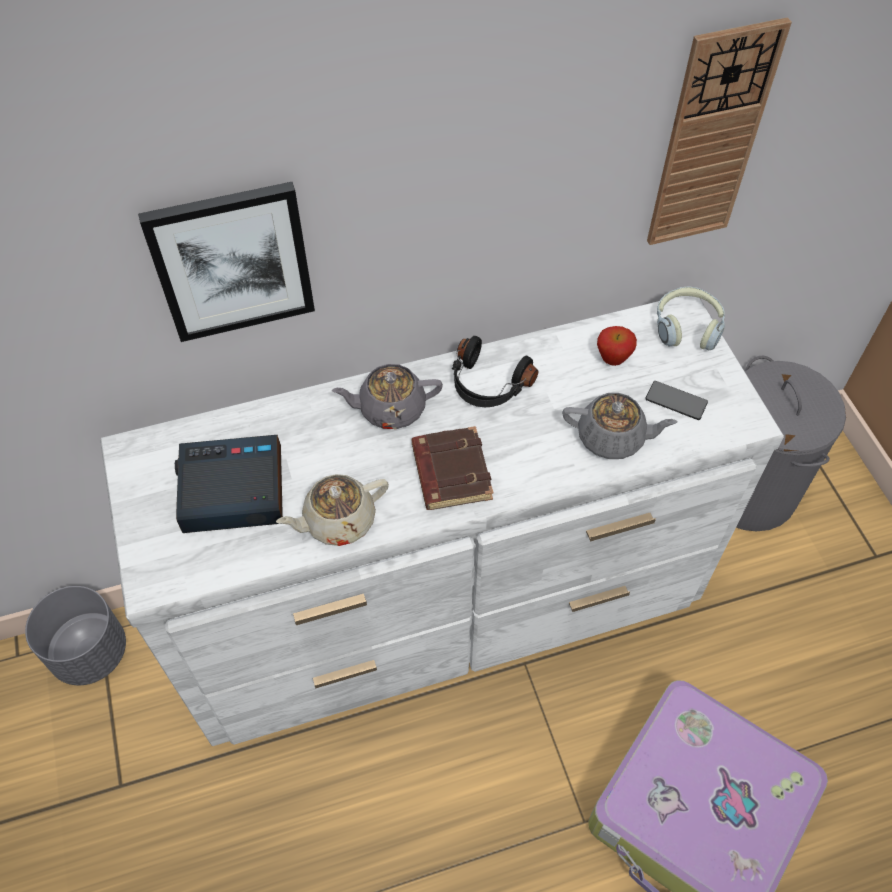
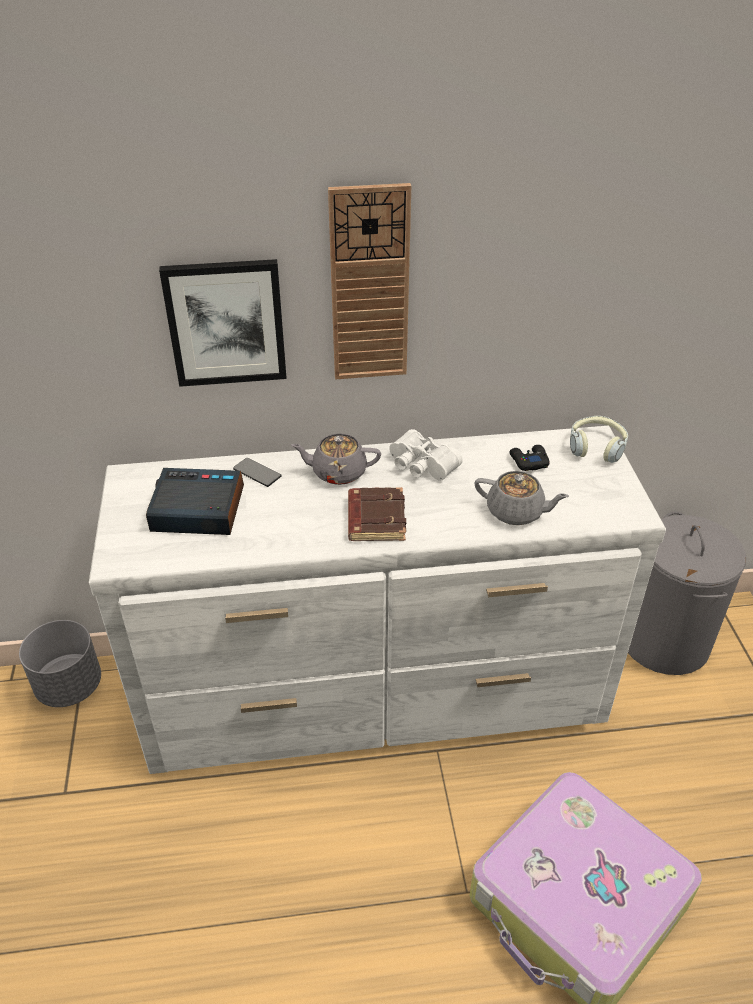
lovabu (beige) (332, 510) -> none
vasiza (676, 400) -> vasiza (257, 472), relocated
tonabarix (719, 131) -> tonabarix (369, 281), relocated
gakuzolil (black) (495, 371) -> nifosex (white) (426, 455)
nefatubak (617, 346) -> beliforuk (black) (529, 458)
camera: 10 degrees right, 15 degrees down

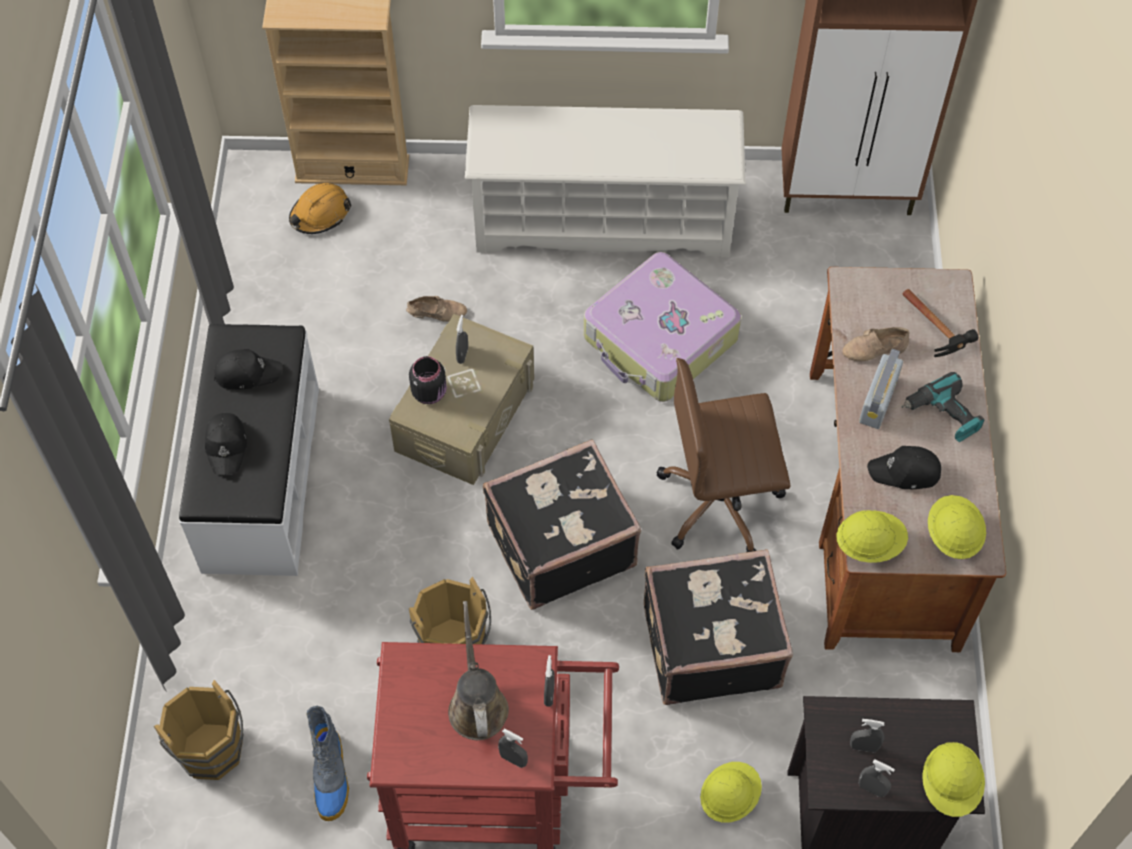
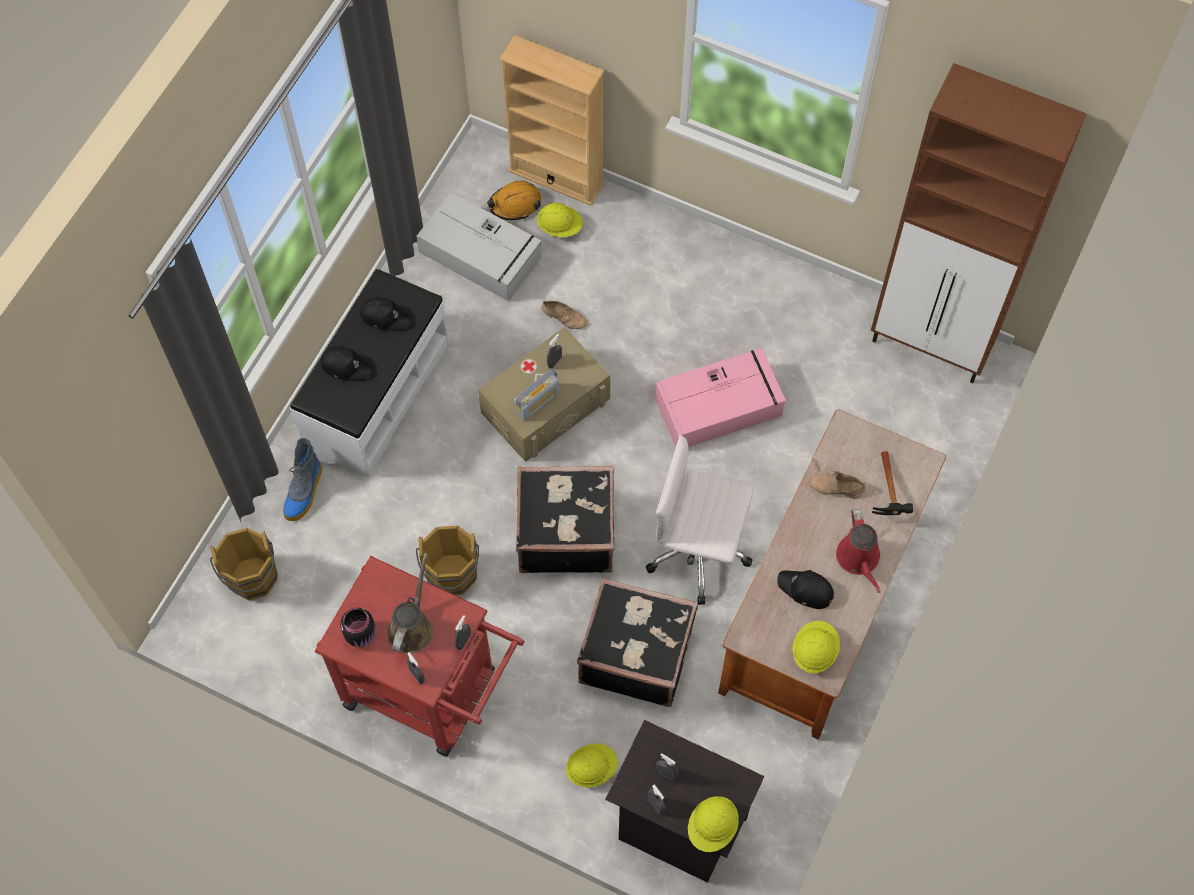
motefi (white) (605, 181) -> none
none -> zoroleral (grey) (479, 247)
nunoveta (327, 763) -> nunoveta (302, 479), relocated
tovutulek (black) (428, 380) -> tovutulek (black) (358, 627), relocated
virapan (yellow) (872, 536) -> virapan (yellow) (560, 220), relocated
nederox (881, 389) -> nederox (537, 394), relocated
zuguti (662, 327) -> zoroleral (pink) (720, 397)
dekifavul (943, 407) -> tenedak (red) (858, 551)
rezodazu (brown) (724, 455) -> rezodazu (white) (700, 520)
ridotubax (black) (226, 444) -> ridotubax (black) (346, 363), 90 degrees counterclockwise
camera: 25 degrees right, 5 degrees up

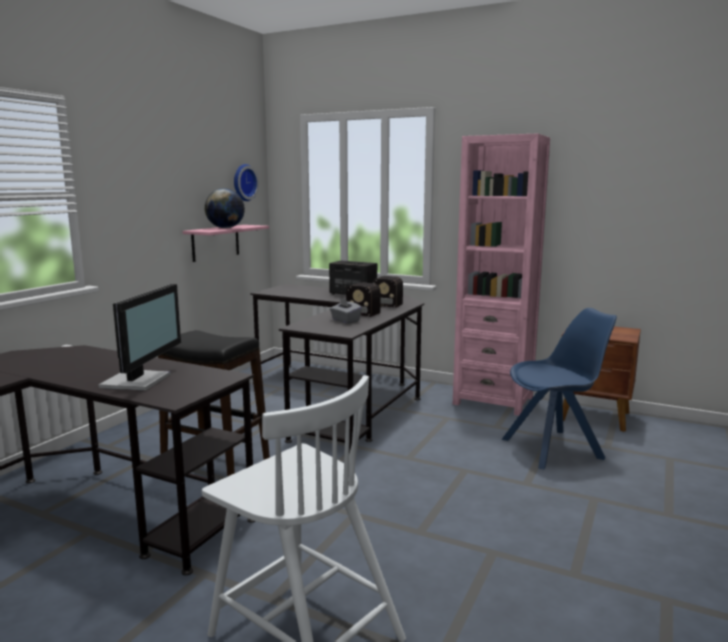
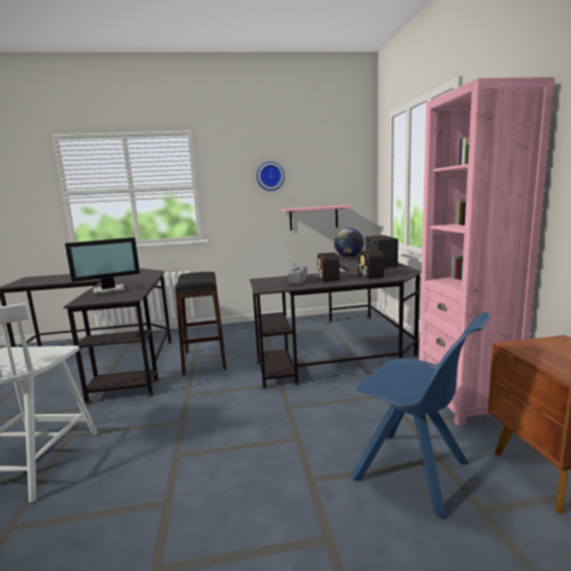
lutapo (225, 208) -> lutapo (349, 243), relocated
tonabarix (246, 182) -> tonabarix (271, 176), relocated
camera: 55 degrees right, 0 degrees up

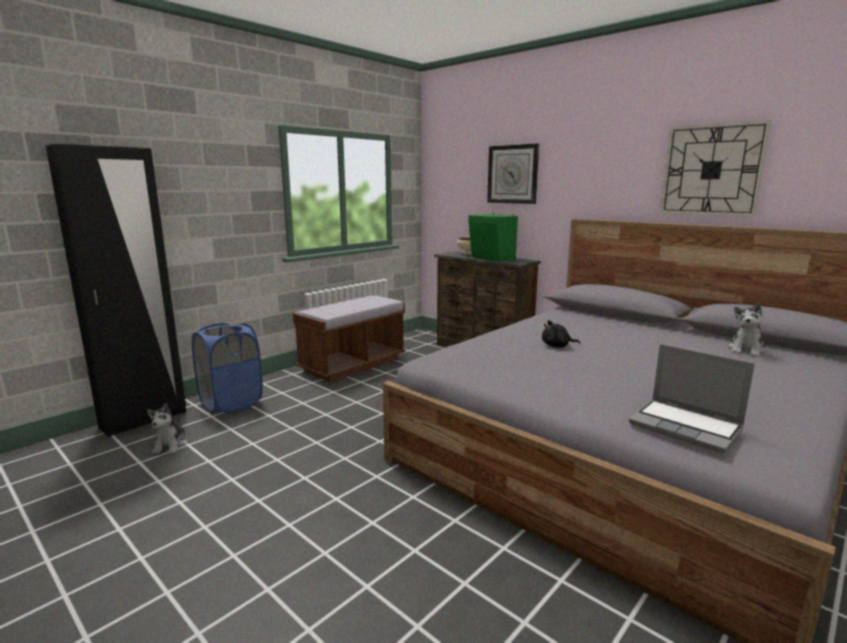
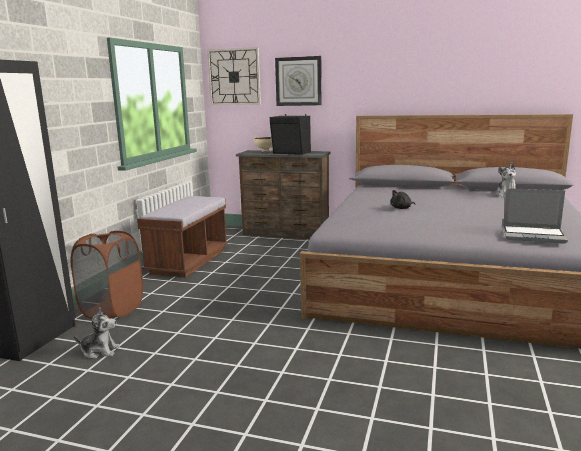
tonabarix (715, 168) -> tonabarix (234, 76), relocated
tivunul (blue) (227, 368) -> tivunul (brown) (107, 275)
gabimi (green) (493, 238) -> gabimi (black) (290, 134)
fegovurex (167, 428) -> fegovurex (97, 333), 60 degrees counterclockwise
camera: 25 degrees left, 0 degrees up

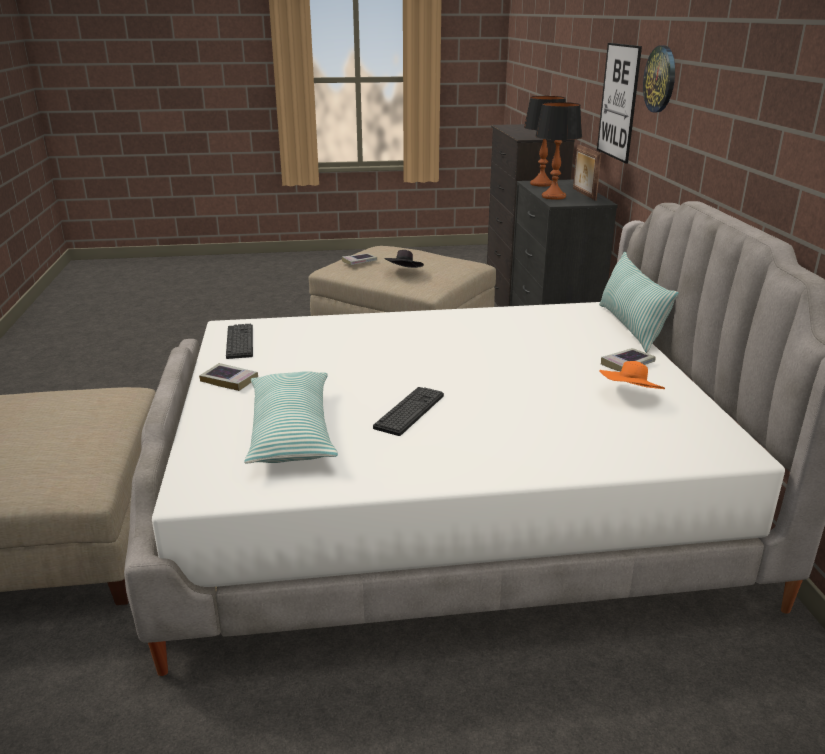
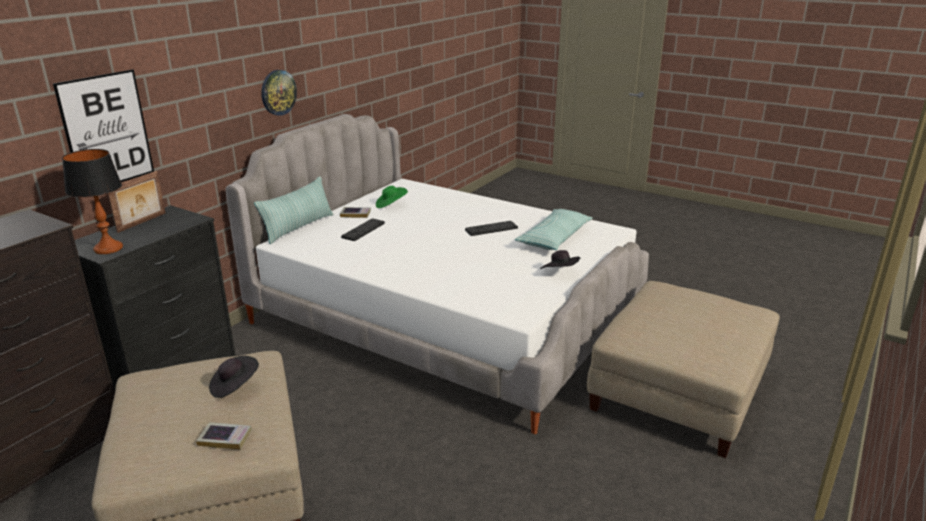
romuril (558, 151) -> none
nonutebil (239, 341) -> nonutebil (363, 229), relocated
tonabarix (659, 79) -> tonabarix (279, 93), relocated
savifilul (228, 377) -> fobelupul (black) (560, 259)
fobelupul (orange) (632, 375) -> fobelupul (green) (392, 197)
camera: 140 degrees left, 0 degrees up

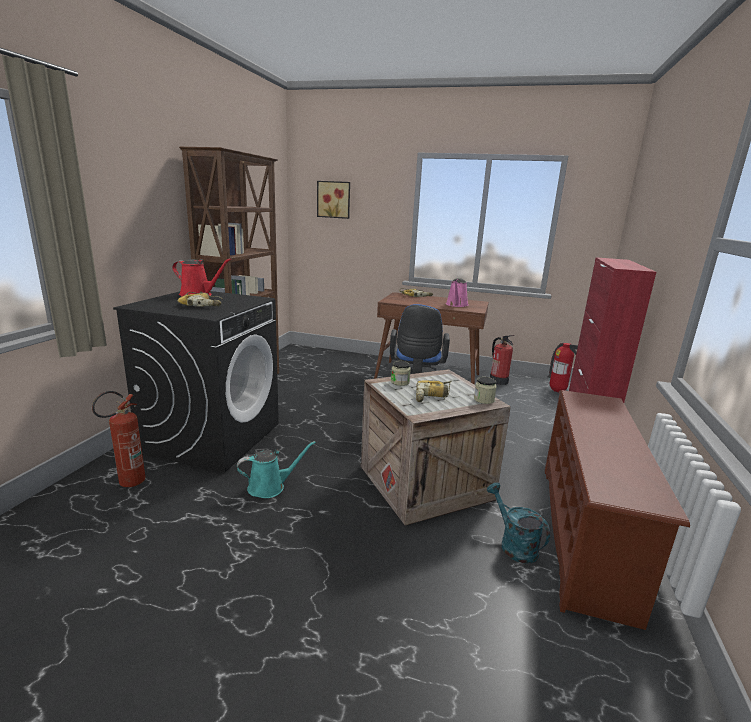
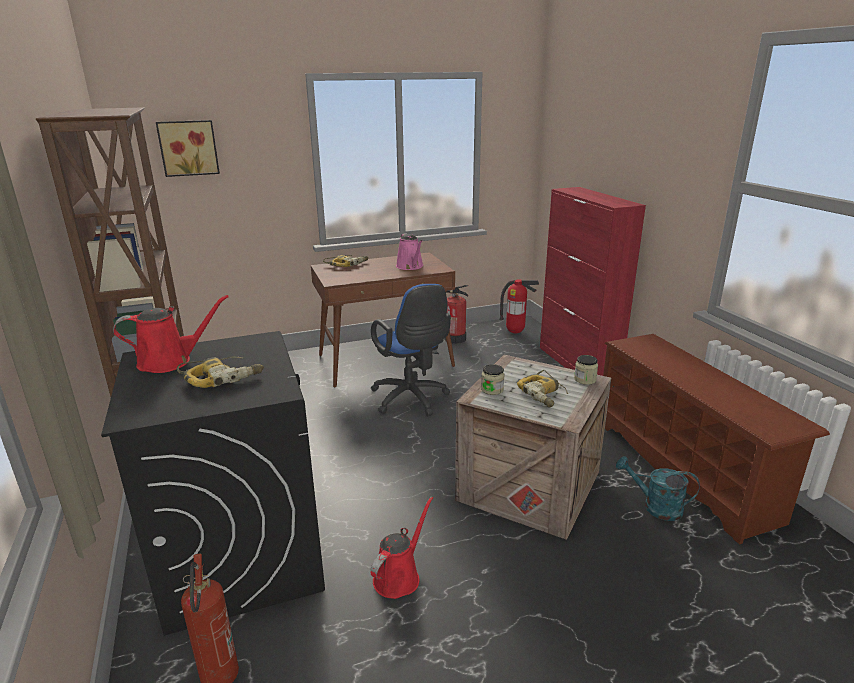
tenedak (turquoise) (276, 469) -> tenedak (red) (401, 547)
camera: 35 degrees left, 5 degrees up

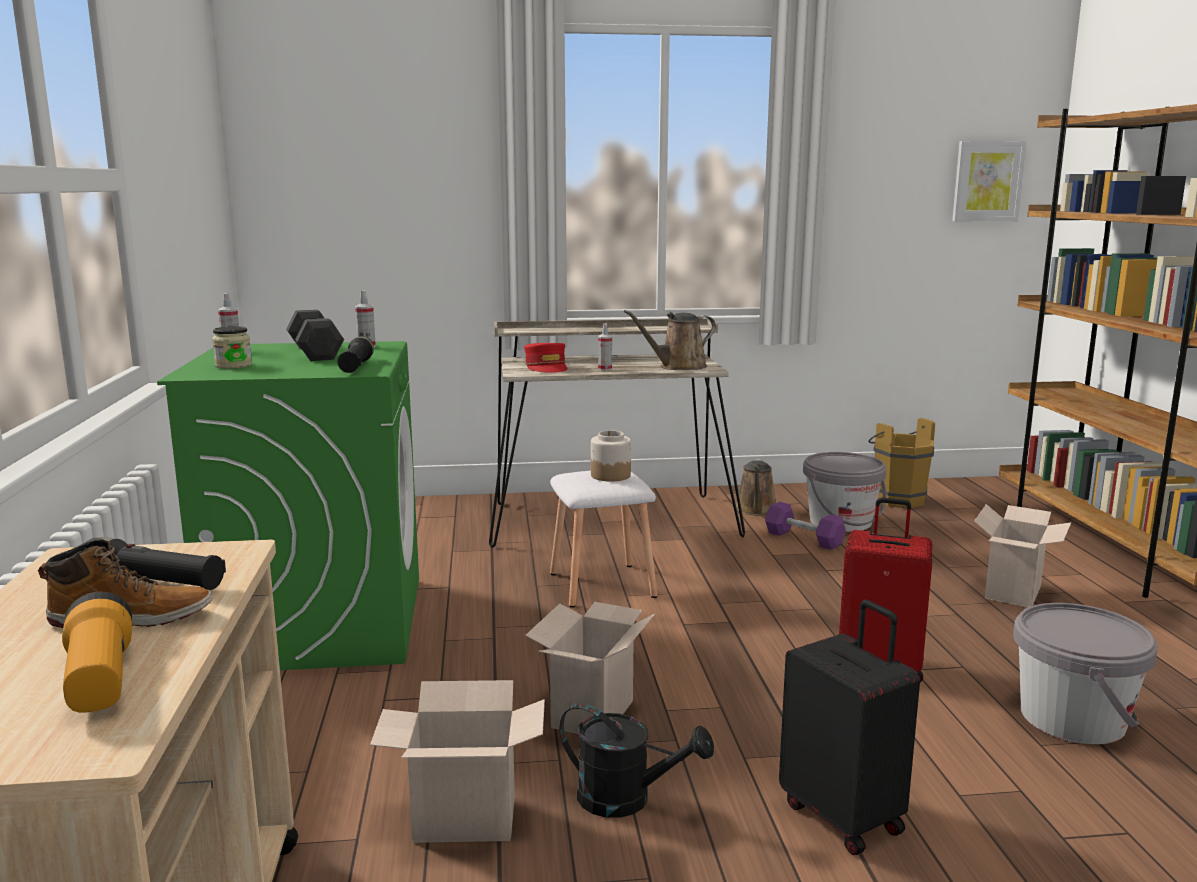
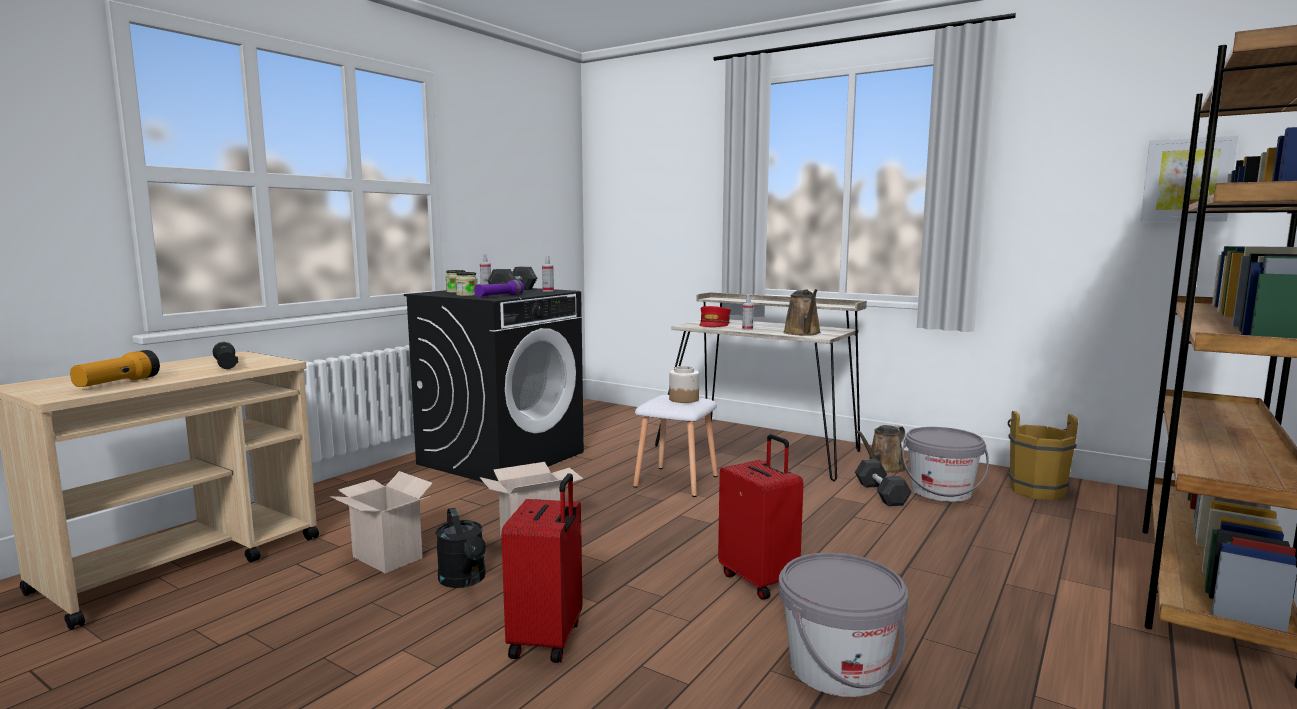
nunoveta (125, 583) -> none
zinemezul (1022, 555) -> none
none -> tovutulek (467, 284)
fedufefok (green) (288, 505) -> fedufefok (black) (494, 385)
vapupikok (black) (356, 354) -> vapupikok (purple) (499, 288)
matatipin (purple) (805, 526) -> matatipin (grey) (883, 482)
zuguti (black) (849, 727) -> zuguti (red) (541, 568)
tenedak (brown) (670, 340) -> tenedak (brown) (802, 312), 105 degrees counterclockwise
camera: 40 degrees right, 5 degrees down

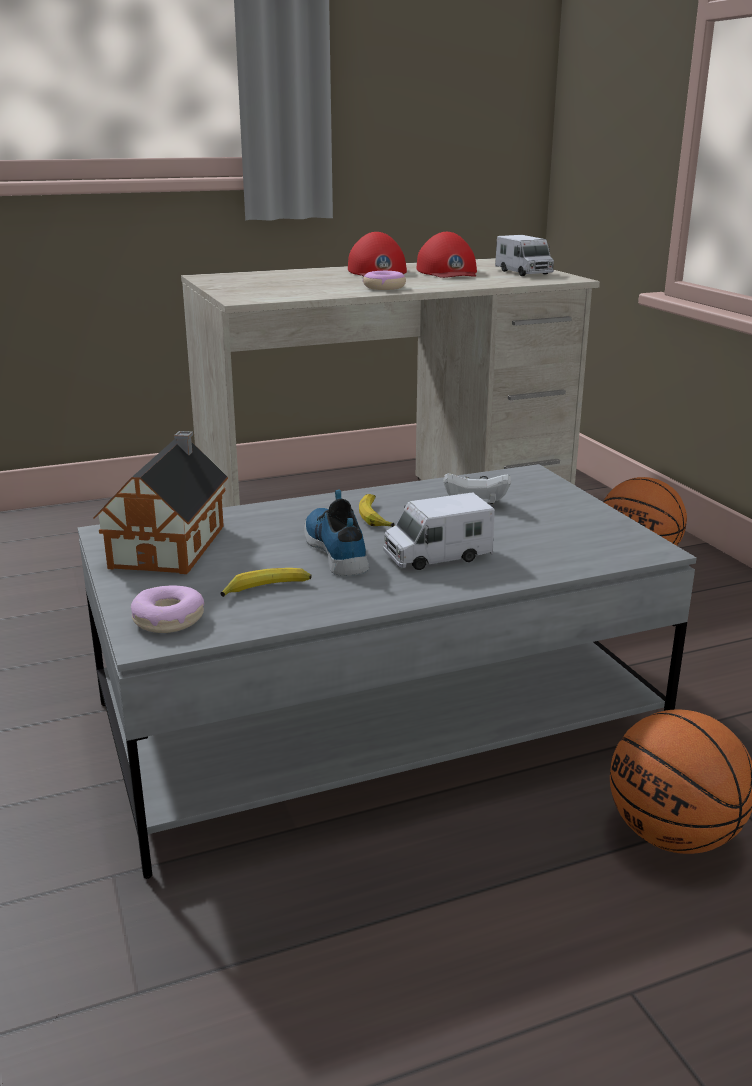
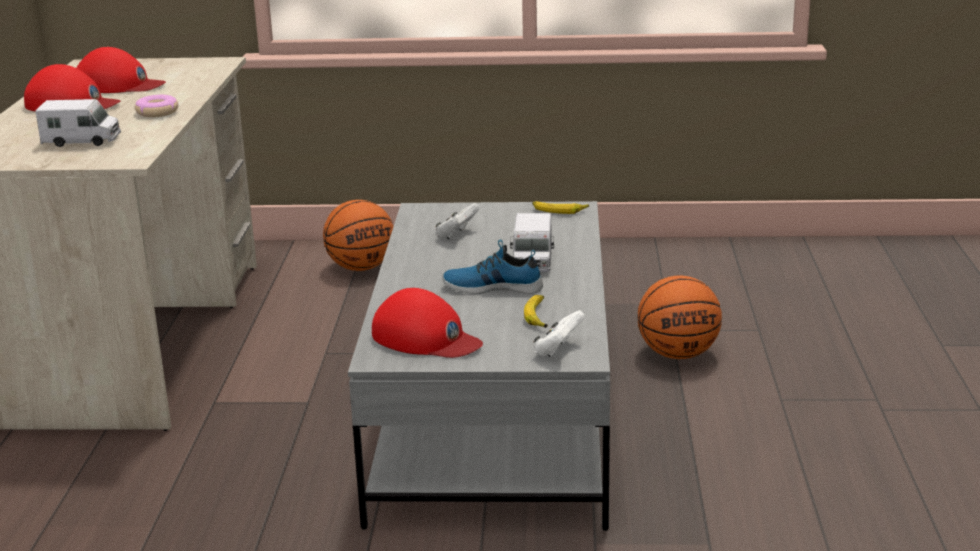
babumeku (377, 510) -> babumeku (560, 207), relocated
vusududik (524, 255) -> vusududik (78, 123), relocated
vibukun (160, 502) -> ridotubax (red) (427, 323)
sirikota (167, 609) -> beliforuk (white) (559, 333)
camera: 65 degrees left, 0 degrees up

